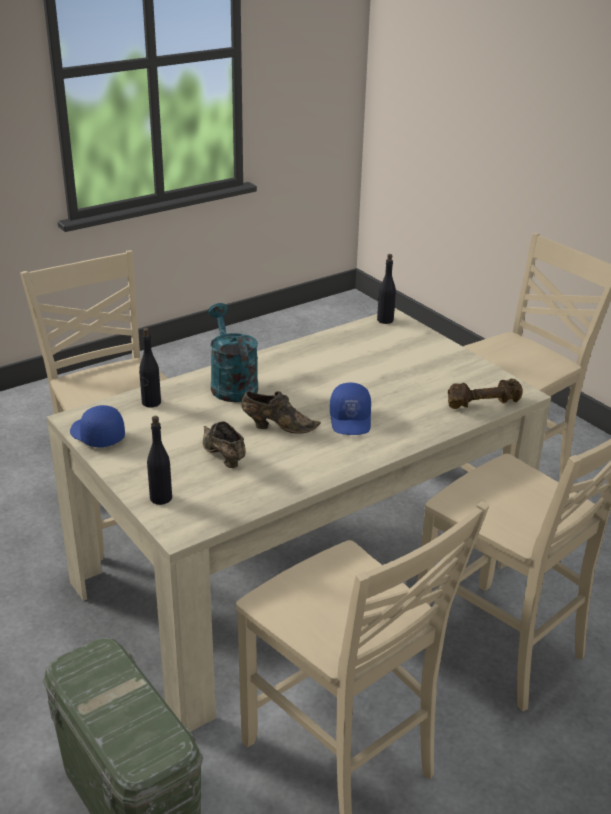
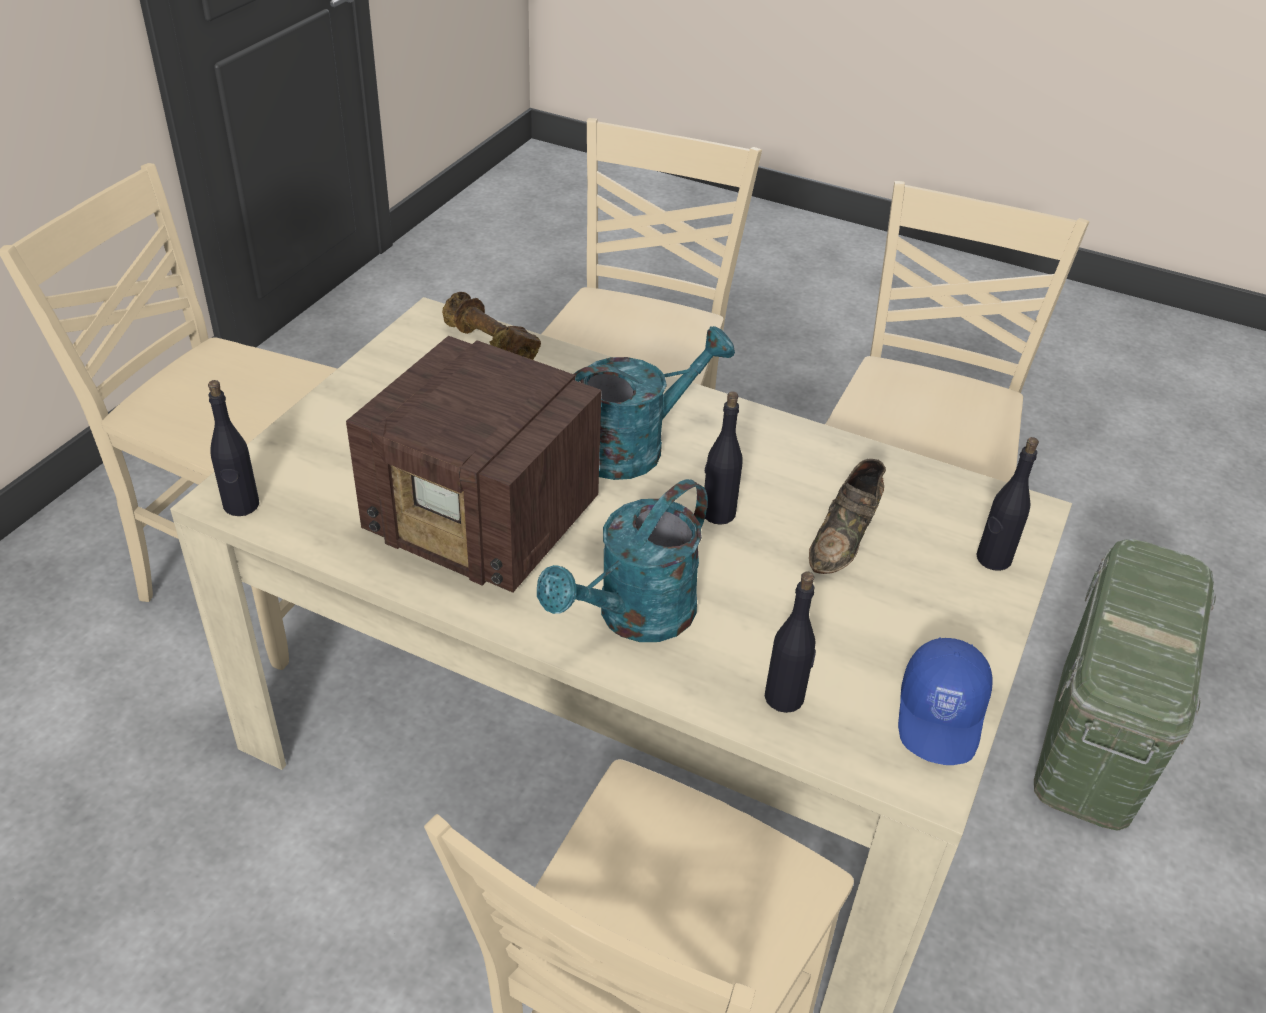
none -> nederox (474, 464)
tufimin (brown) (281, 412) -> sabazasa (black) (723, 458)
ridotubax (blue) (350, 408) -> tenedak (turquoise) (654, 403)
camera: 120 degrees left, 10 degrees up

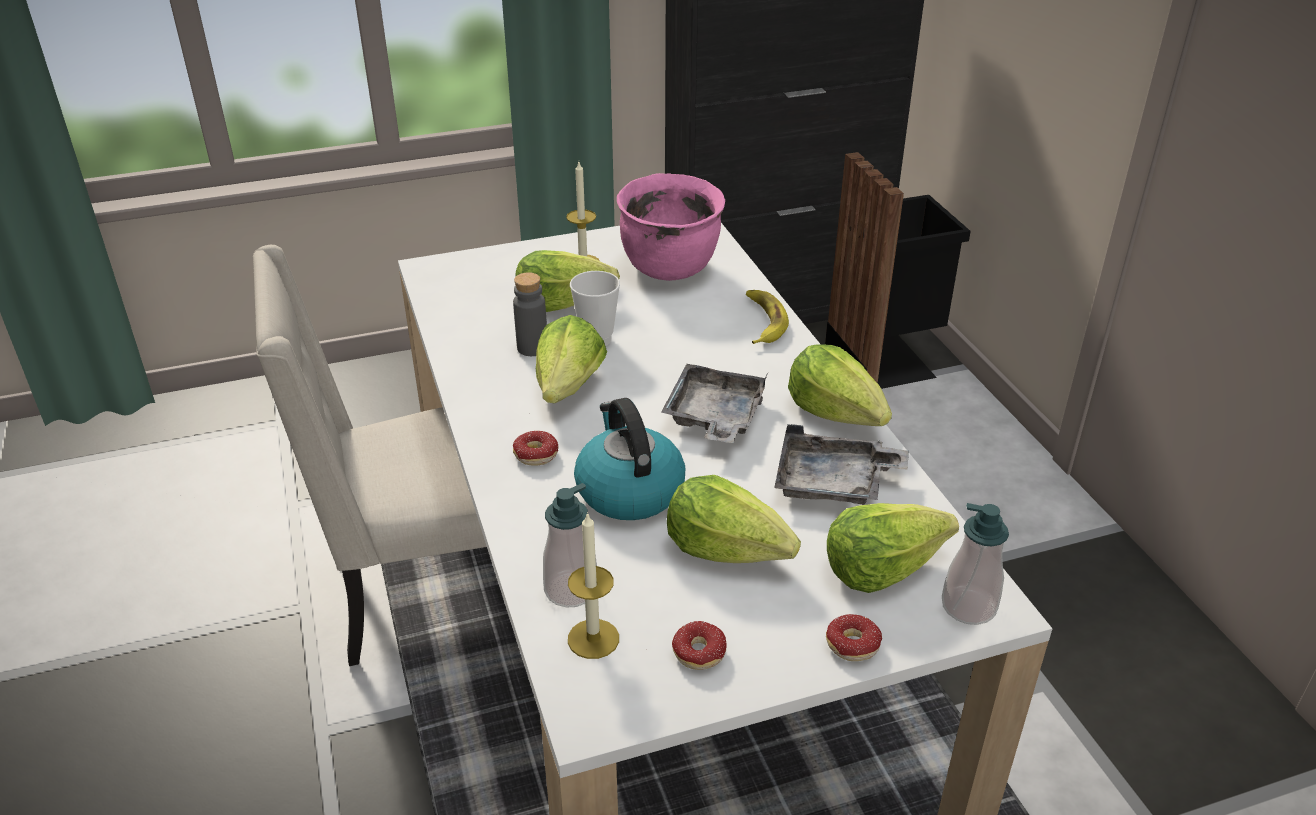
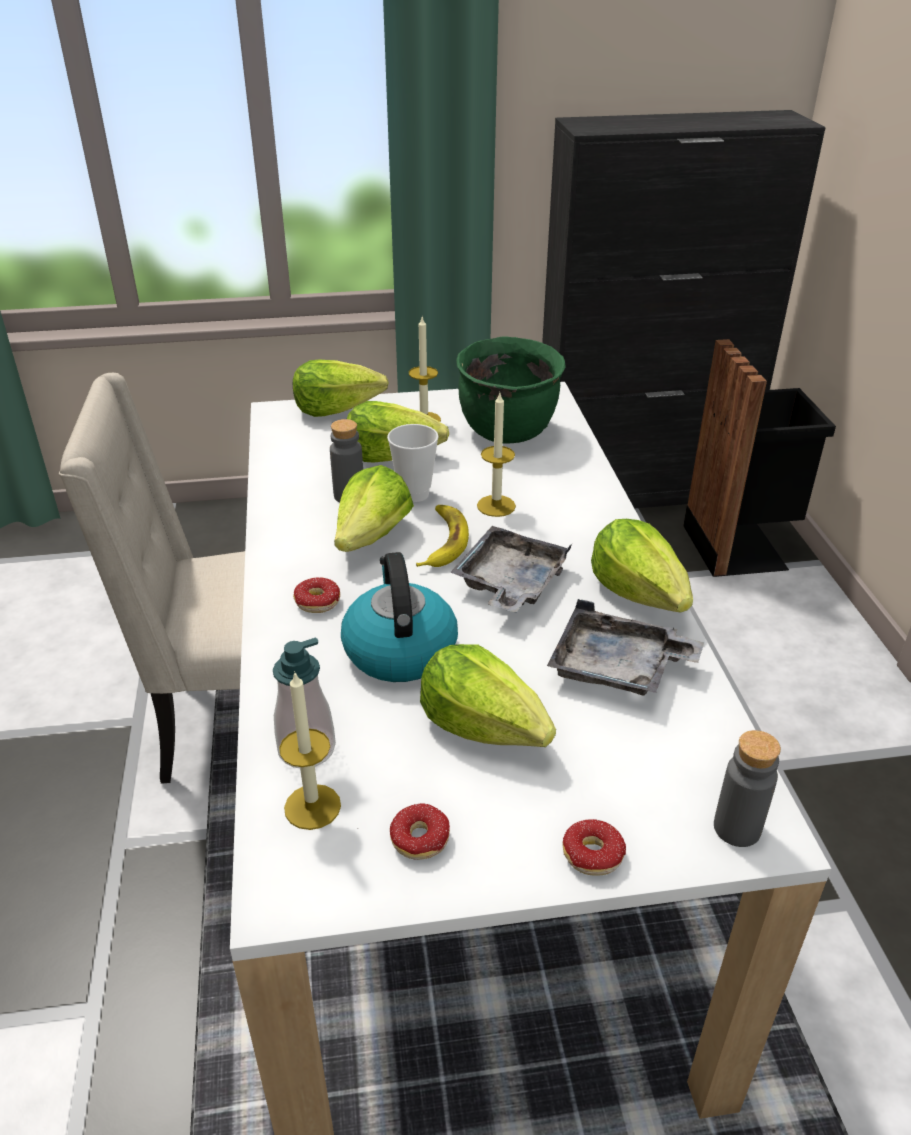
none -> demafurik (496, 455)
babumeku (767, 317) -> babumeku (442, 536), relocated
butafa (893, 548) -> butafa (341, 388), relocated
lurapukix (975, 564) -> sabazasa (grey) (747, 788)
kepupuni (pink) (671, 227) -> kepupuni (green) (511, 390)
camera: 10 degrees right, 0 degrees up

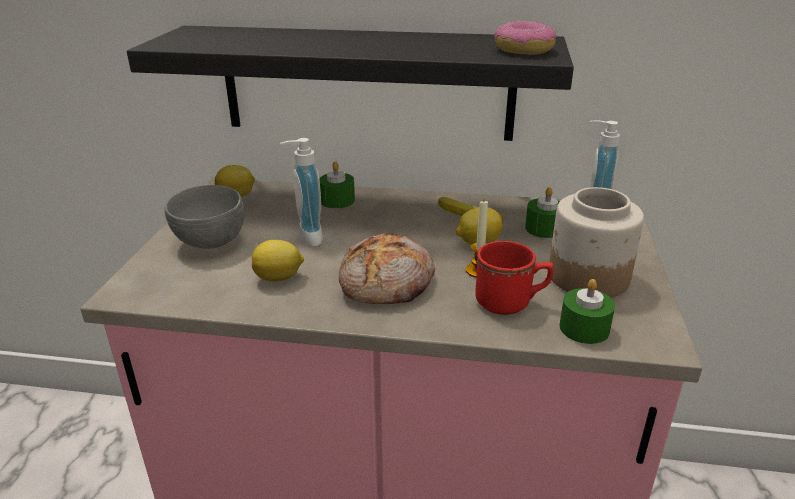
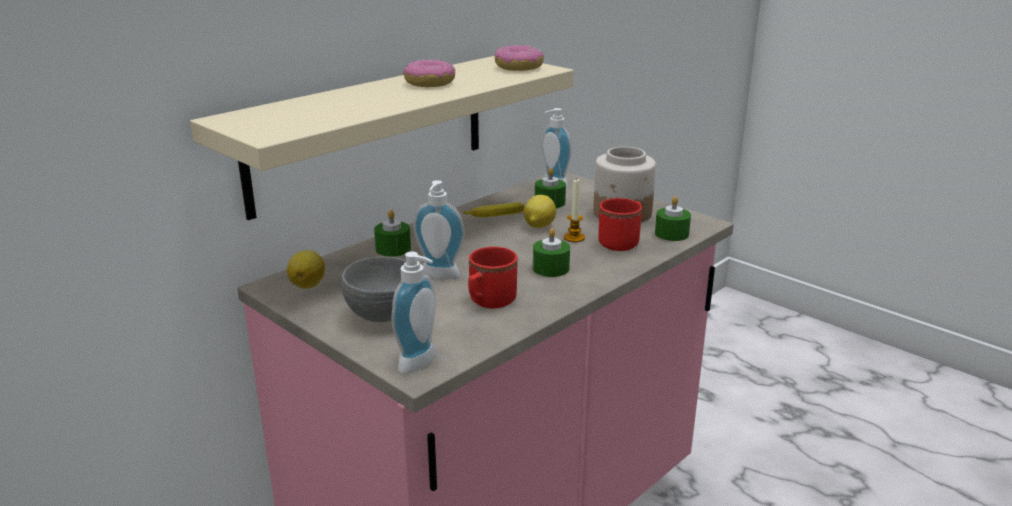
none -> lurapukix (414, 313)
none -> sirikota (429, 73)
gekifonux (278, 261) -> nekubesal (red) (493, 277)
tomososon (387, 268) -> demafurik (green) (551, 252)
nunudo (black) (350, 83) -> nunudo (beige) (382, 138)
camera: 55 degrees left, 5 degrees down

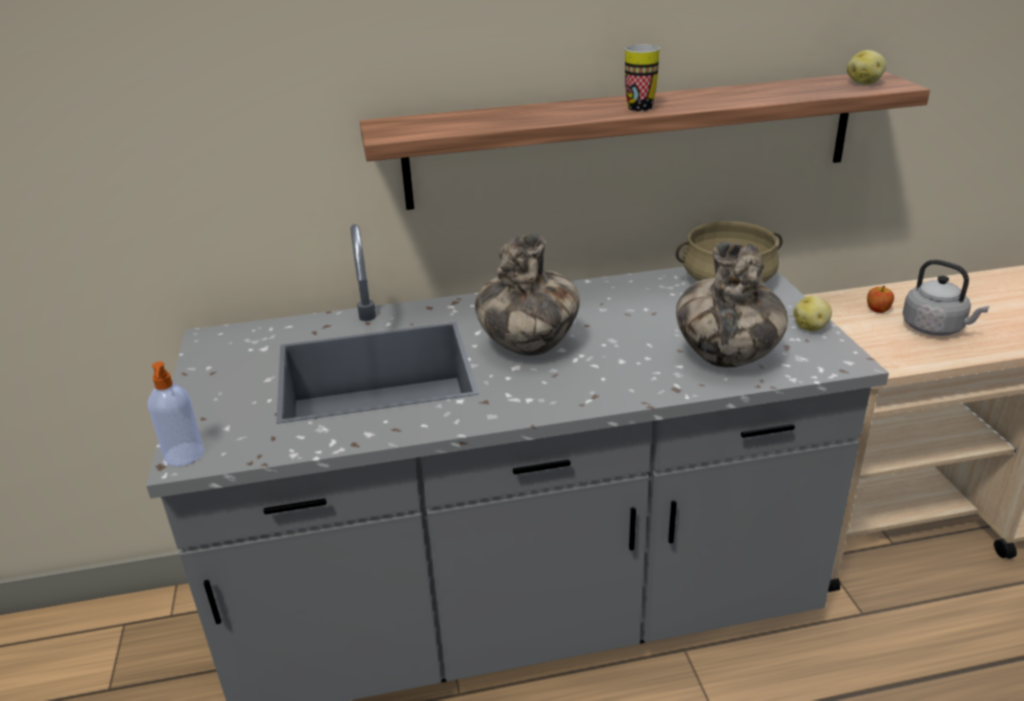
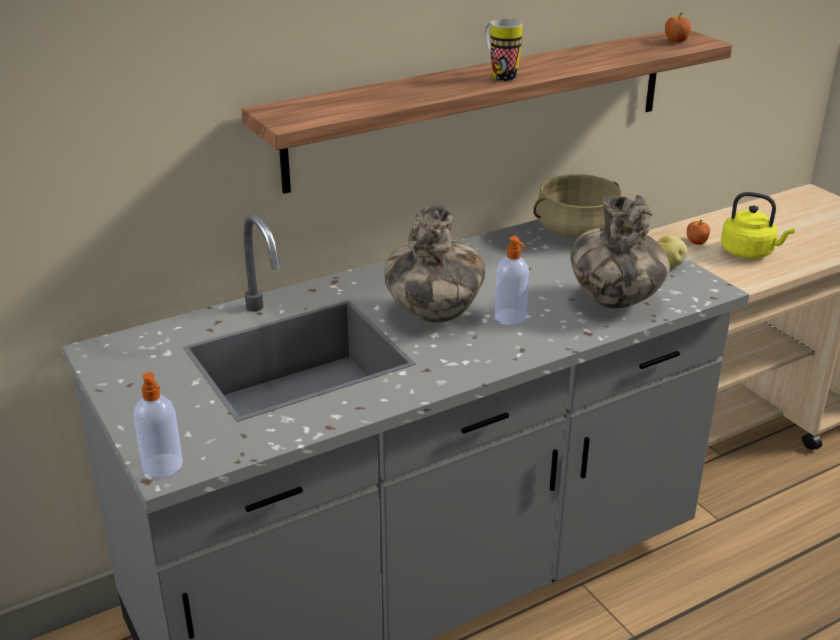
none -> lurapukix (512, 280)
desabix (866, 67) -> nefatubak (678, 27)
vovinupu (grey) (946, 298) -> vovinupu (yellow) (758, 225)
camera: 20 degrees left, 0 degrees up

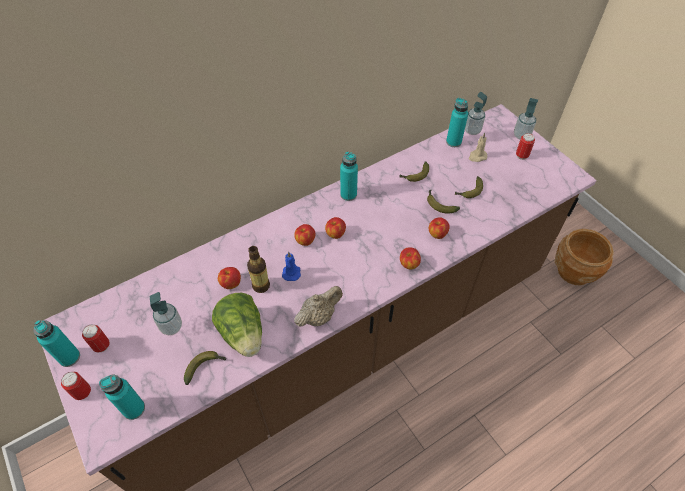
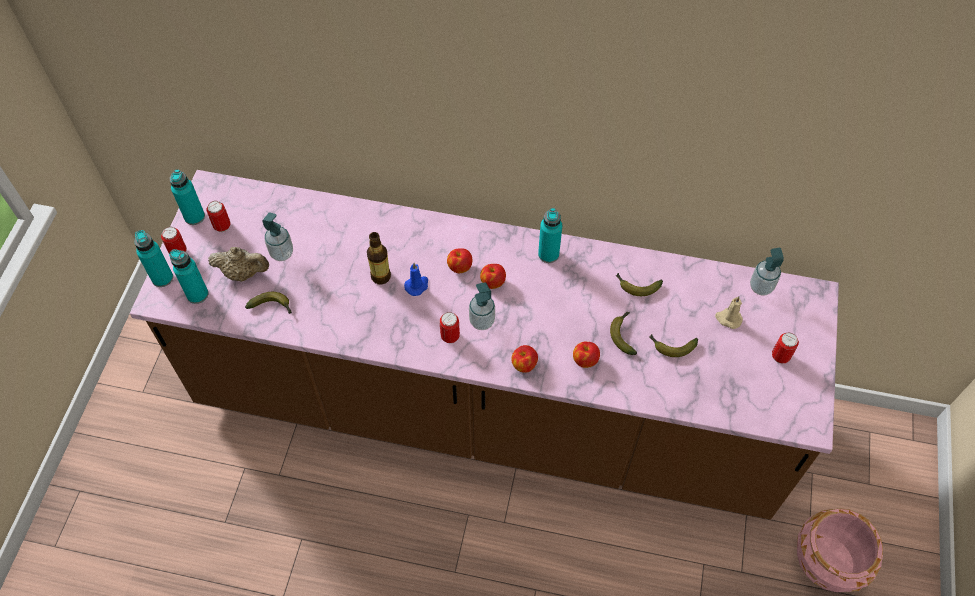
butafa (237, 325) -> none
nefatubak (229, 278) -> none
none -> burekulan (450, 327)
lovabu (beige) (318, 306) -> lovabu (beige) (238, 264), relocated
sabazasa (turquoise) (457, 122) -> sabazasa (turquoise) (153, 258), relocated
lurapukix (526, 118) -> lurapukix (482, 306), relocated
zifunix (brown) (584, 257) -> zifunix (pink) (840, 550)
camera: 45 degrees right, 5 degrees up

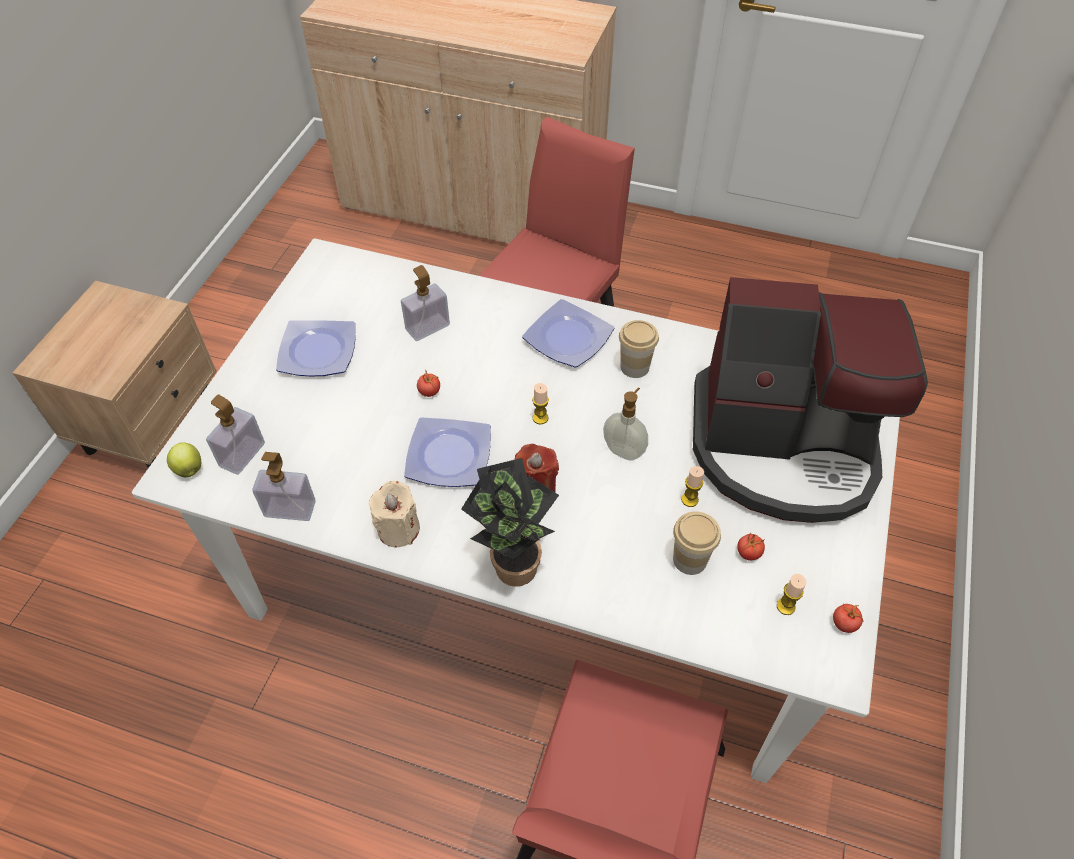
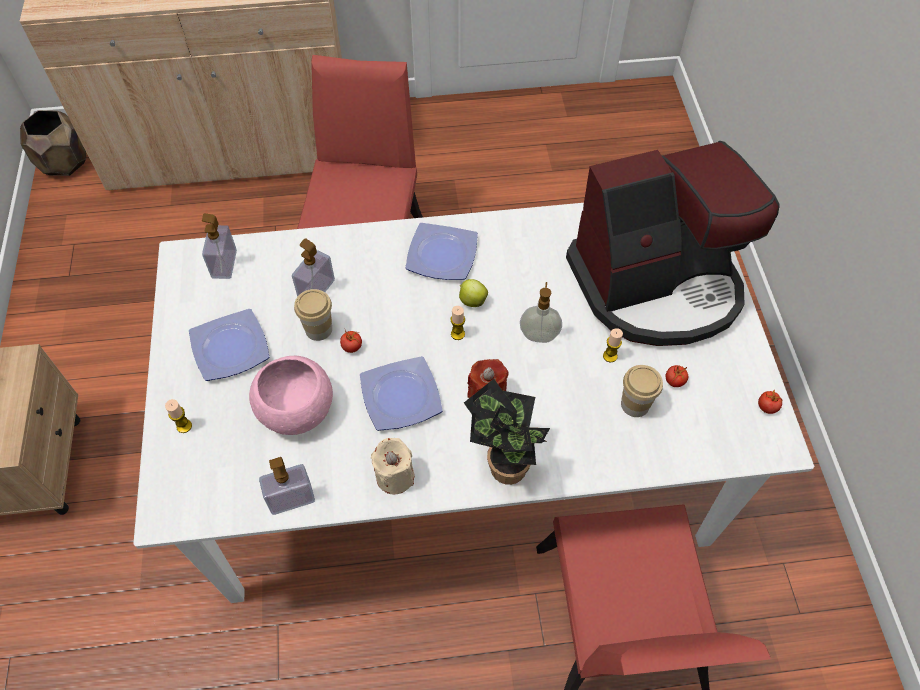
none -> zifunix (brown) (53, 143)
none -> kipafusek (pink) (291, 395)
nefatubak (184, 459) -> nefatubak (473, 293), relocated
lurapukix (235, 435) -> lurapukix (219, 246), relocated
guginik (639, 349) -> guginik (313, 315), relocated
demafurik (791, 594) -> demafurik (178, 416), relocated
camera: 25 degrees left, 5 degrees up

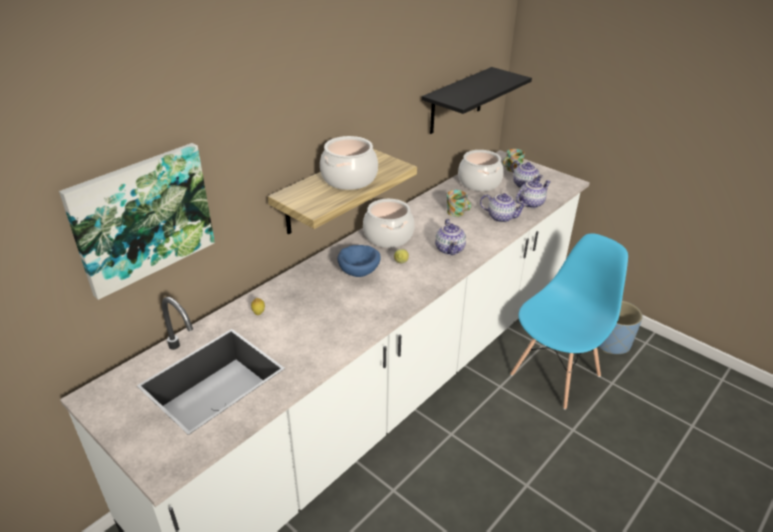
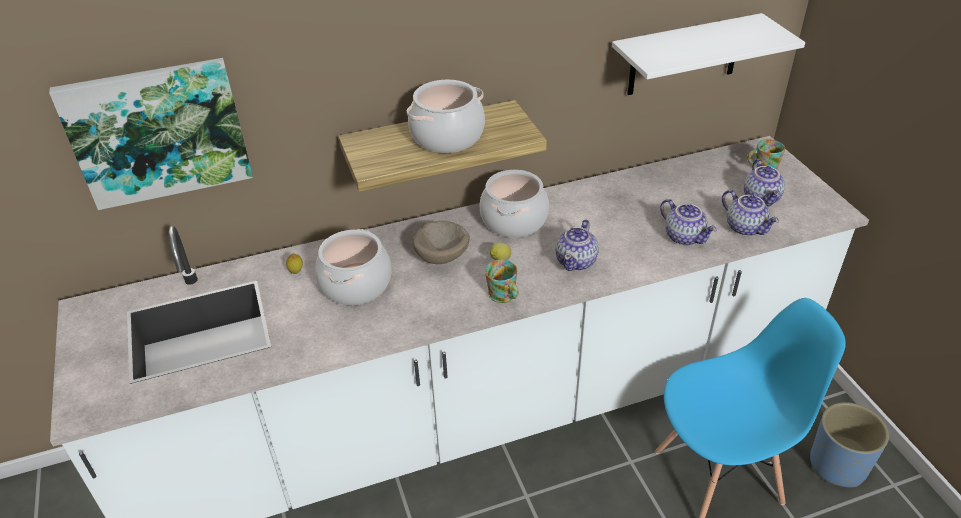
nekubesal (459, 203) -> nekubesal (502, 281), relocated
kepupuni (481, 170) -> kepupuni (353, 267), relocated
kipafusek (blue) (359, 261) -> kipafusek (beige) (441, 242)
nunudo (black) (477, 100) -> nunudo (white) (708, 54)
lovabu (533, 194) -> lovabu (750, 213), 60 degrees clockwise
camera: 30 degrees right, 5 degrees up

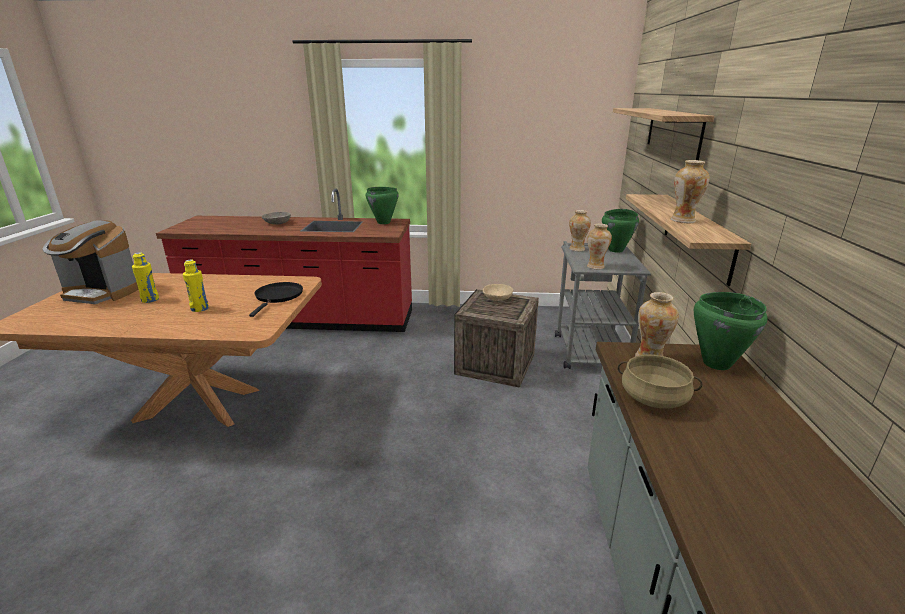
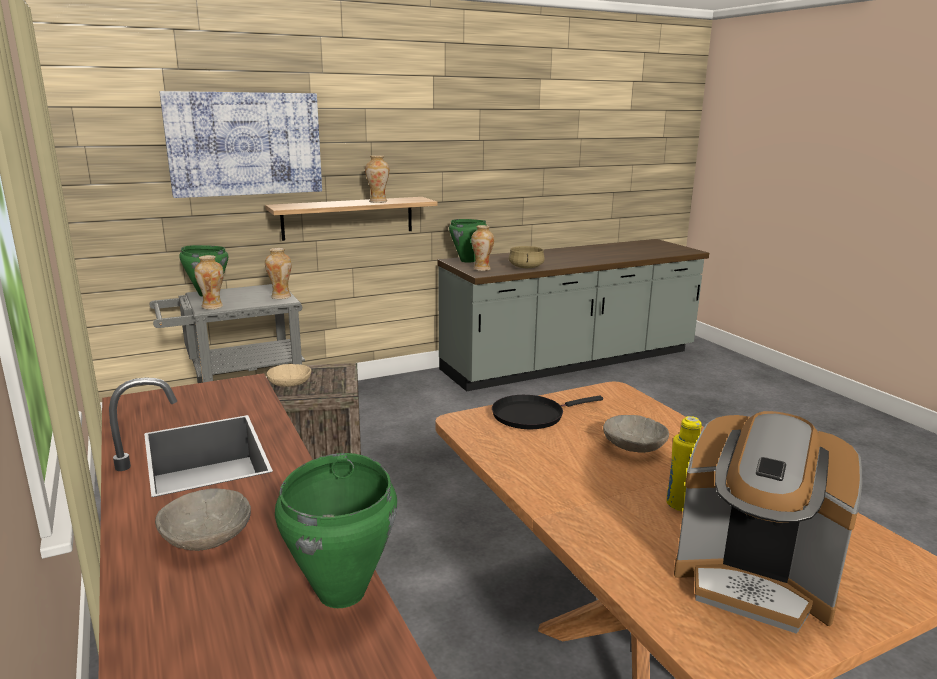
kepupuni (green) (382, 205) -> kepupuni (green) (336, 530), relocated
sabazasa (yellow) (196, 286) -> kipafusek (grey) (636, 434)
nunudo (663, 134) -> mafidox (240, 144)
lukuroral (91, 262) -> lukuroral (768, 522), 135 degrees clockwise
camera: 120 degrees left, 5 degrees down

